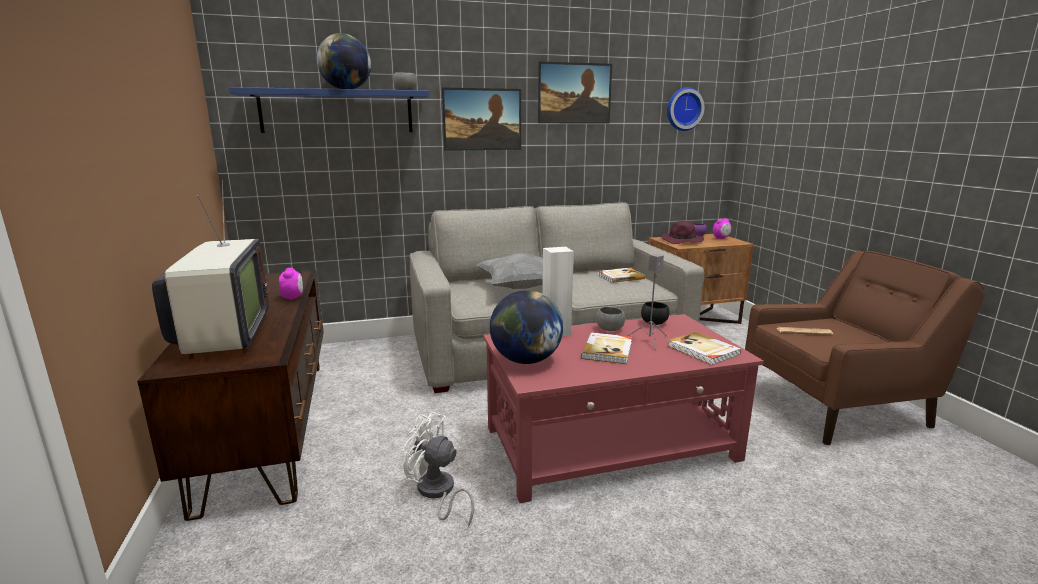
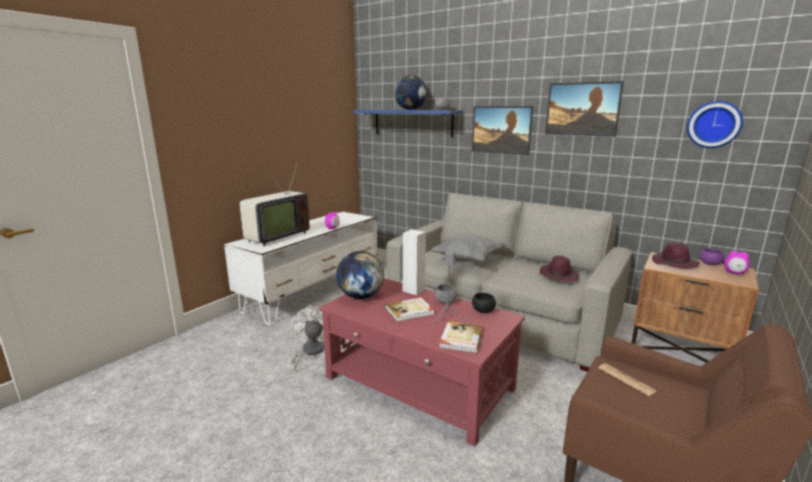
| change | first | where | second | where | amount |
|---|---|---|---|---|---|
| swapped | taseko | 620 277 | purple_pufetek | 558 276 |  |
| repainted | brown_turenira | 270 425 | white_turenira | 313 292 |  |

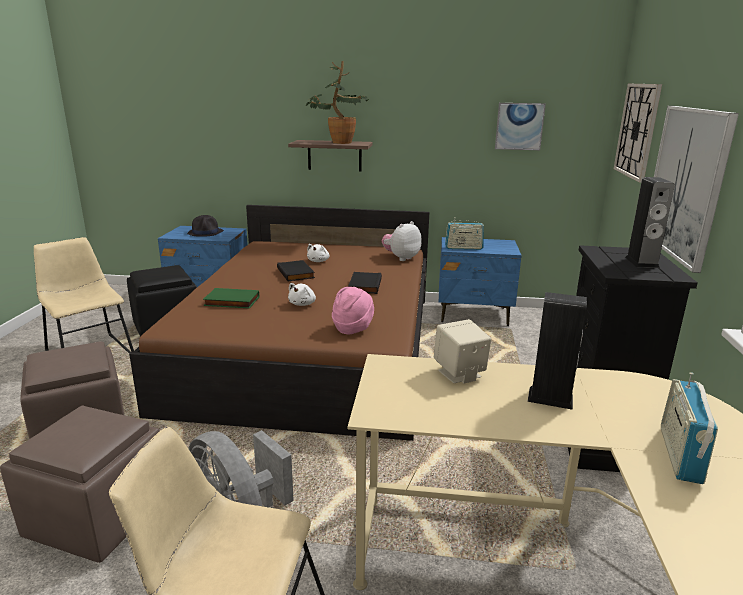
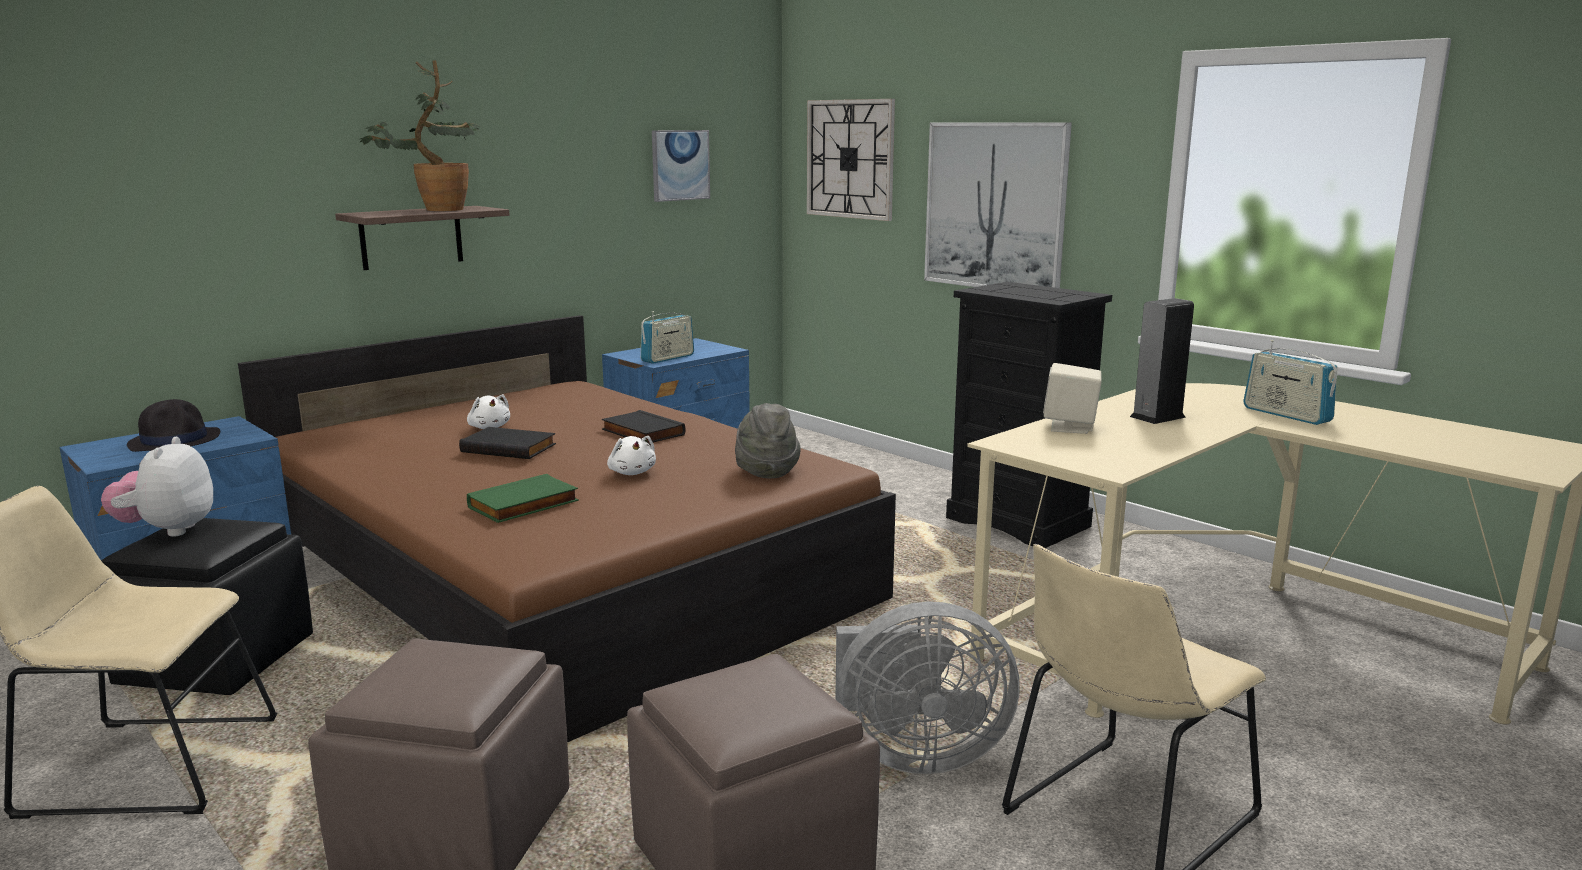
| change | first | where | second | where | amount |
|---|---|---|---|---|---|
| gone | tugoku | 641 262 |  |  |  |
| shifted | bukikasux | 401 258 |  | 168 530 |  |
| repainted | pink_pufetek | 353 328 | grey_pufetek | 766 470 |  |

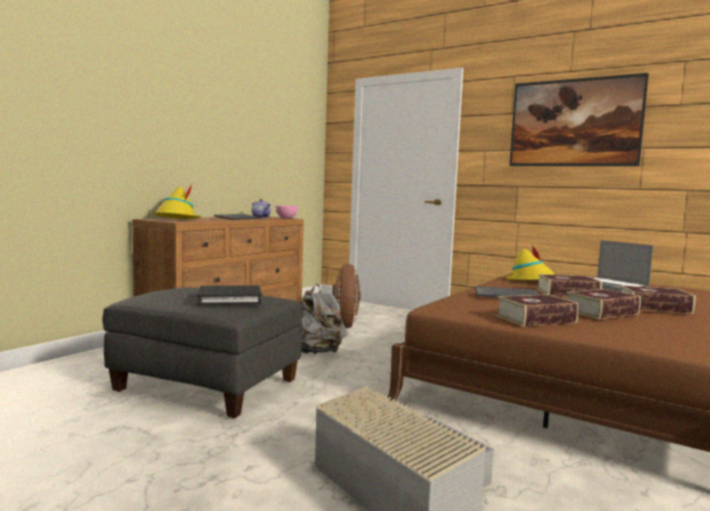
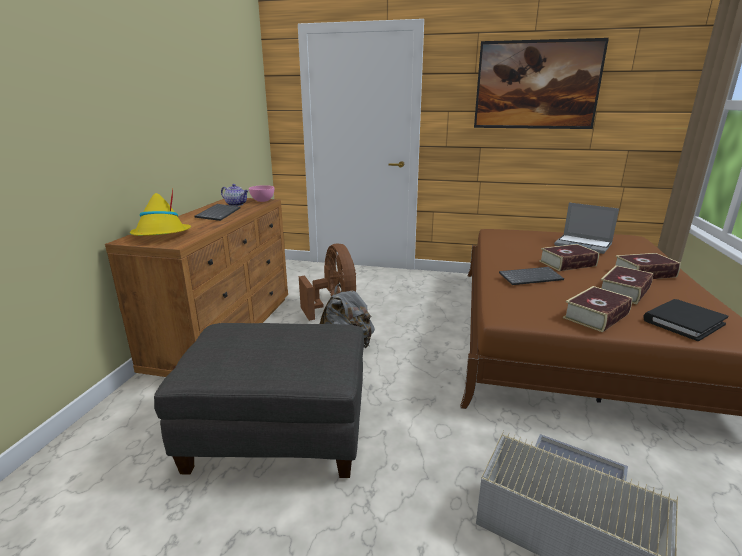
| change | first | where | second | where | amount |
|---|---|---|---|---|---|
| gone | yellow_pufetek | 531 281 |  |  |  |
| shifted | black_taseko | 230 299 |  | 683 322 |  |

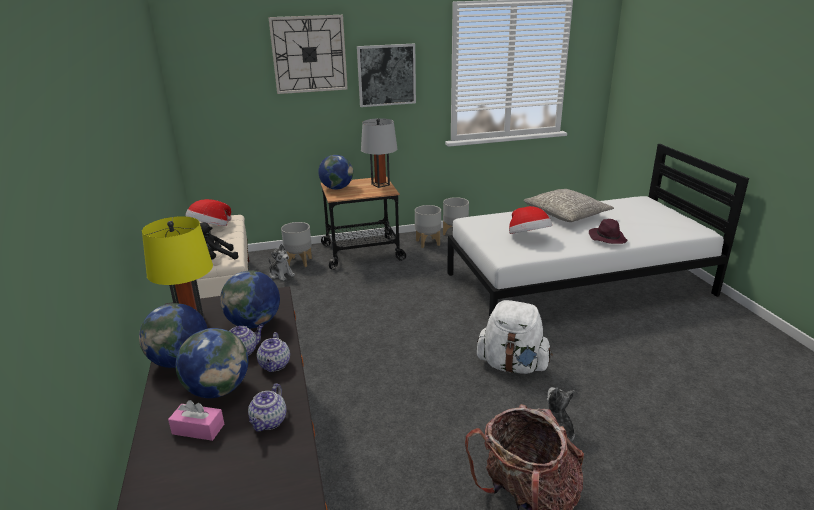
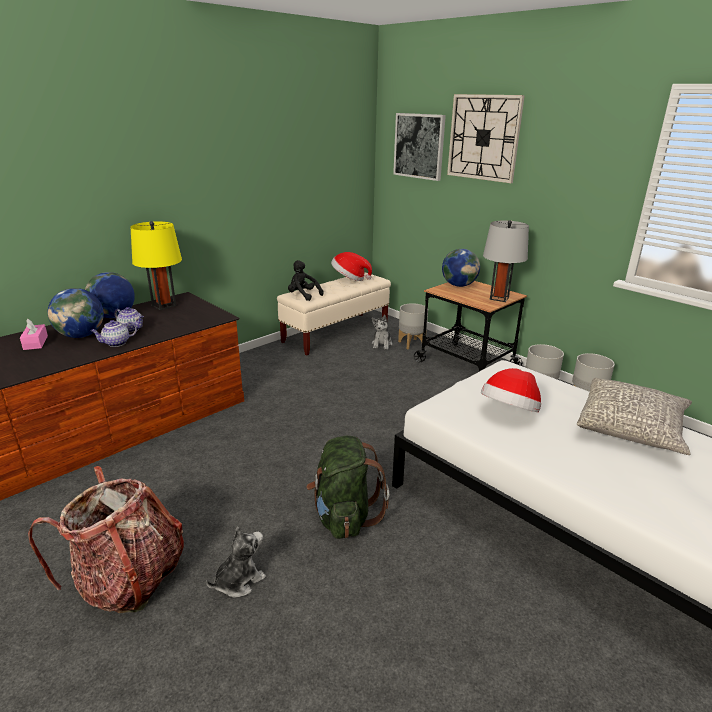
| change | first | where | second | where | amount |
|---|---|---|---|---|---|
| shifted | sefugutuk | 386 75 |  | 419 146 |  |
| gone | purple_pufetek | 607 238 |  |  |  |
| gone | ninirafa | 254 323 |  |  |  |
| repainted | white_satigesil | 512 365 | green_satigesil | 344 516 |  |
| gone | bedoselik | 269 422 |  |  |  |

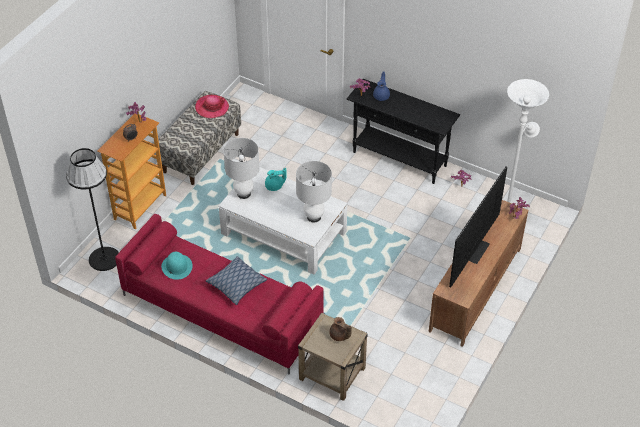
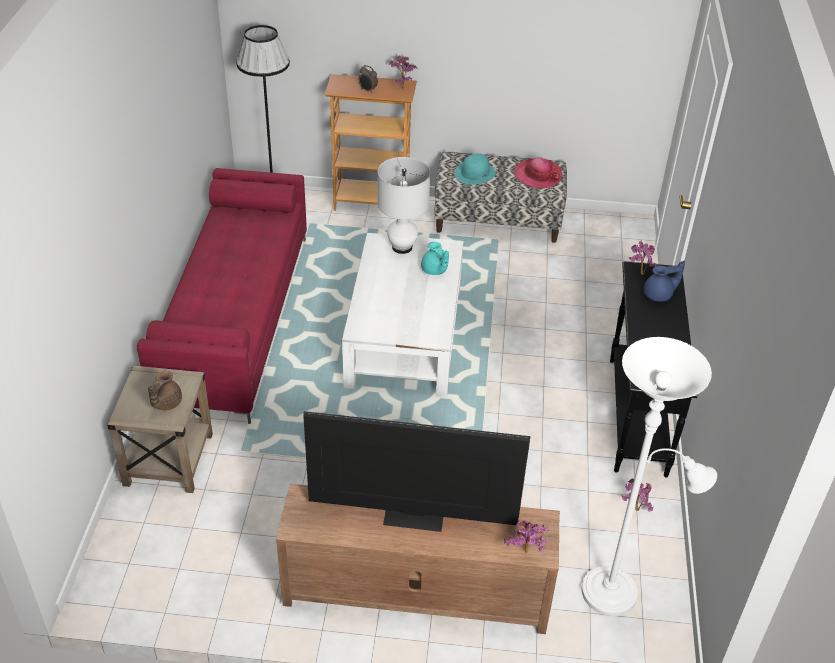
| change | first | where | second | where | amount |
|---|---|---|---|---|---|
| gone | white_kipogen | 314 217 |  |  |  |
| shifted | turquoise_pufetek | 176 266 |  | 475 173 |  |
| gone | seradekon | 237 285 |  |  |  |

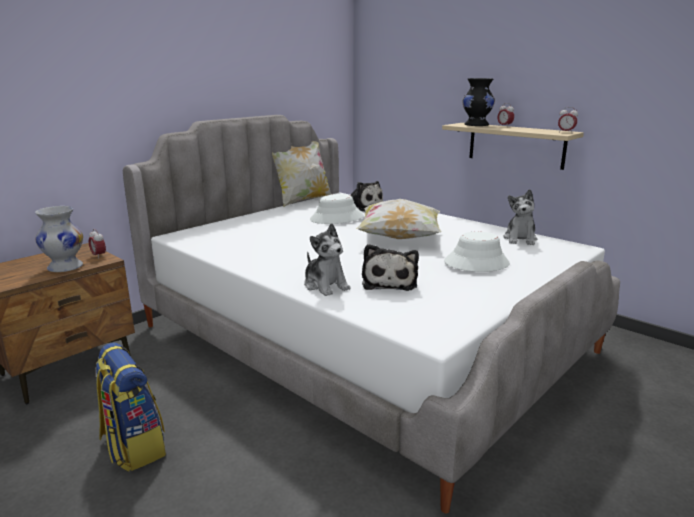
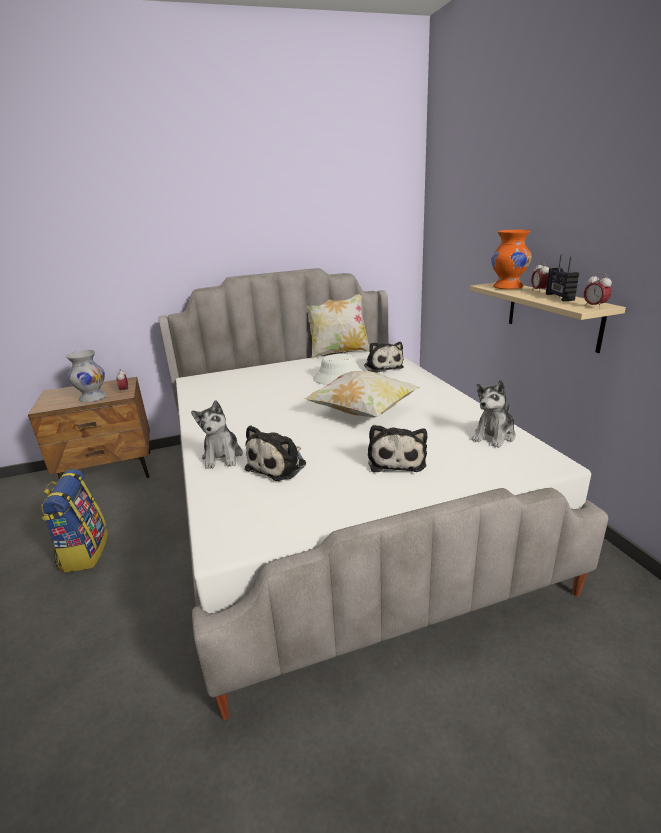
| change | first | where | second | where | amount |
|---|---|---|---|---|---|
| repainted | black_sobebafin | 477 125 | orange_sobebafin | 508 287 |  |
| swapped | white_pufetek | 476 263 | bukikasux | 396 460 |  |
| new |  |  | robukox | 559 297 |  |

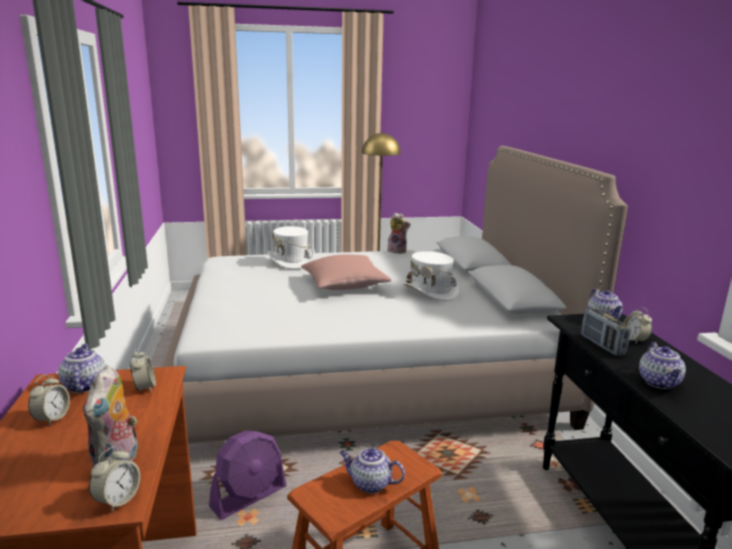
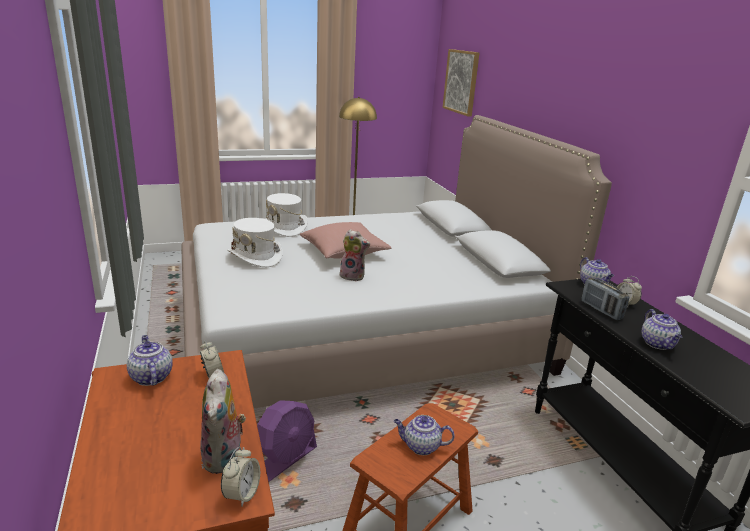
| change | first | where | second | where | amount |
|---|---|---|---|---|---|
| shifted | bukikasux | 398 251 |  | 353 276 |  |
| shifted | white_pufetek | 430 291 |  | 255 257 |  |
| gone | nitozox | 52 418 |  |  |  |
| new |  |  | sefugutuk | 461 82 |  |

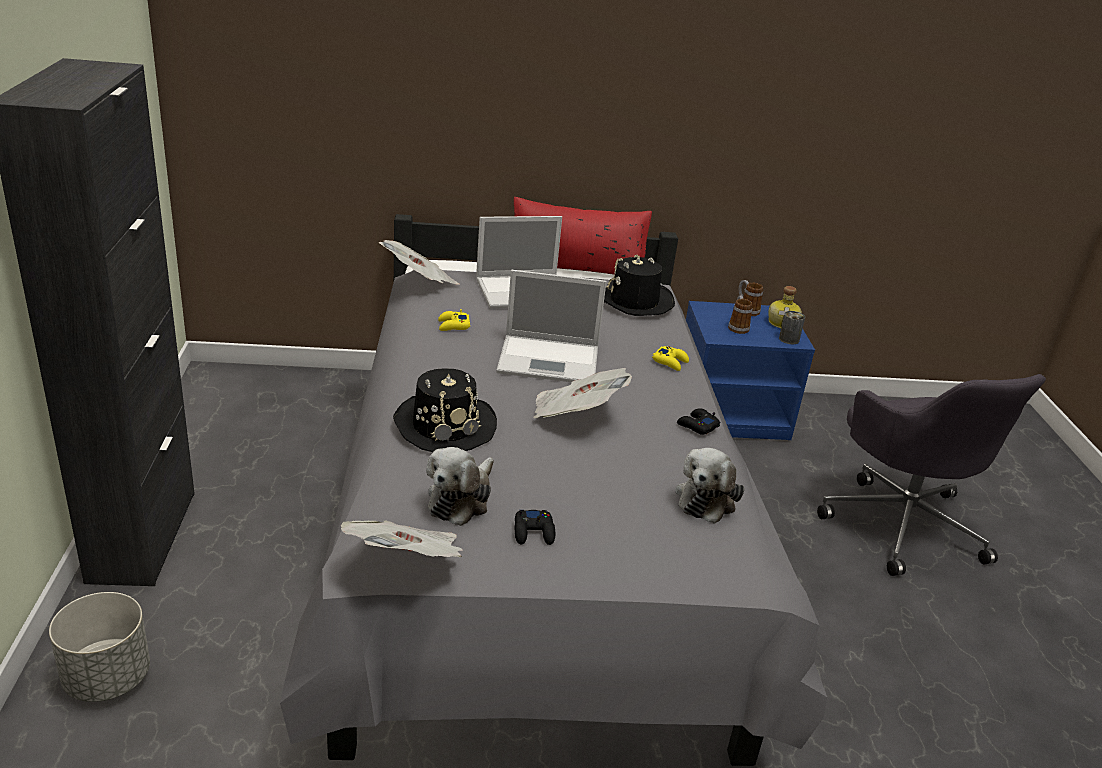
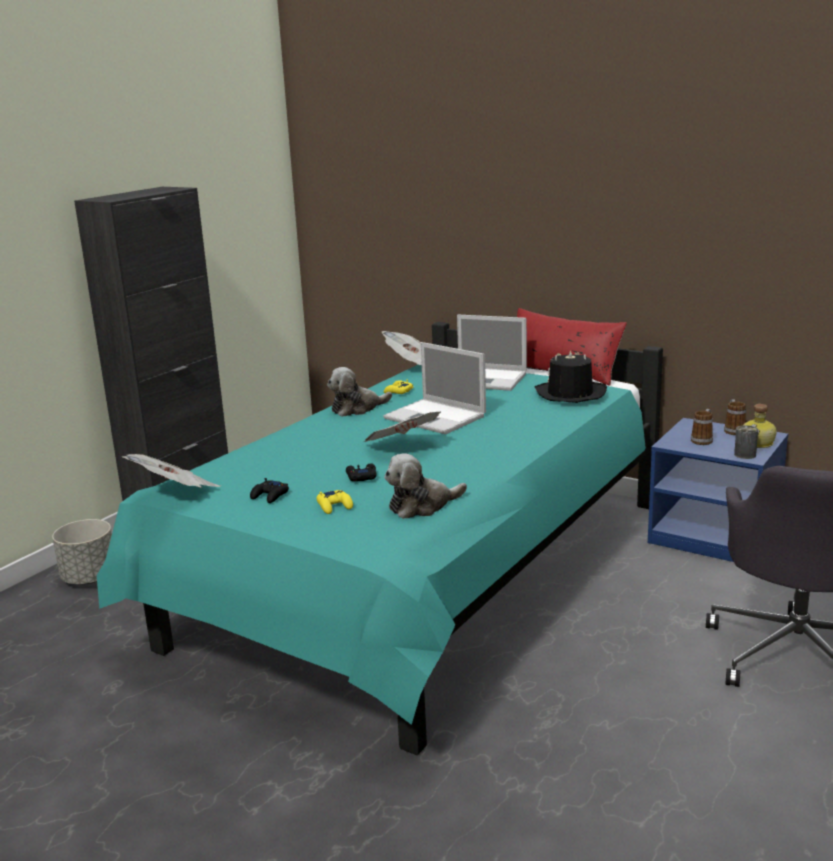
| change | first | where | second | where | amount |
|---|---|---|---|---|---|
| repainted | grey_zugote | 532 540 | turquoise_zugote | 422 578 |  |
| shifted | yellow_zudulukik | 670 362 |  | 335 506 |  |
| gone | black_pufetek | 444 425 |  |  |  |
| shifted | black_zudulukik | 697 426 |  | 361 477 |  |
| shifted | bukikasux | 461 499 |  | 357 408 |  |

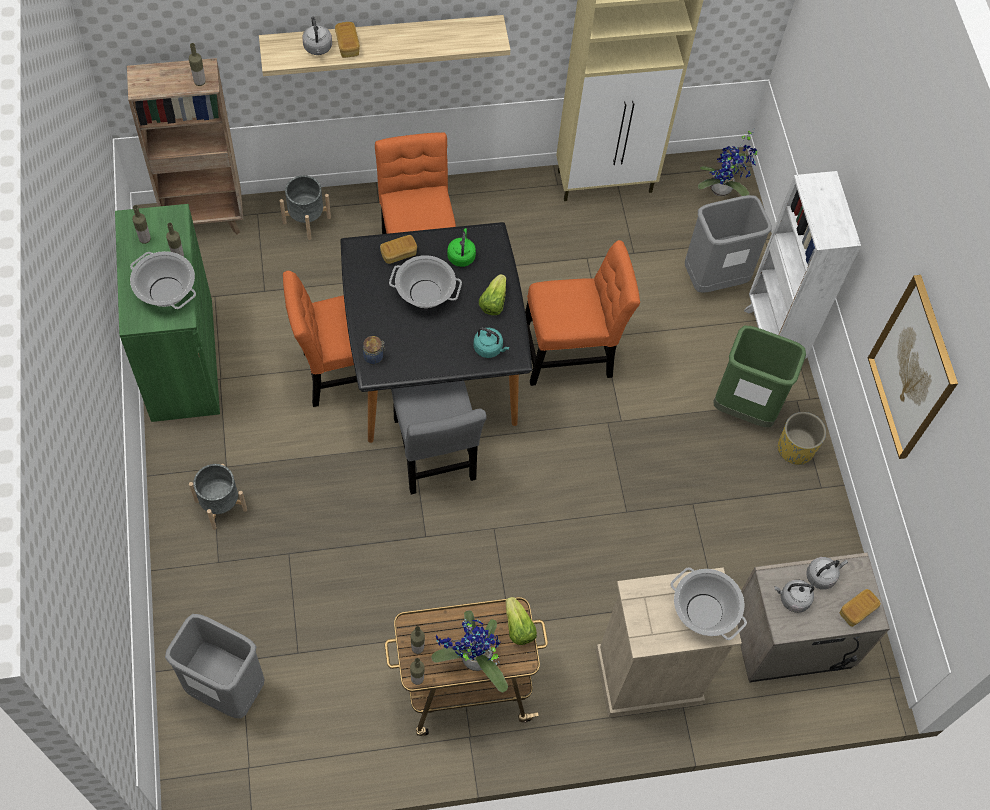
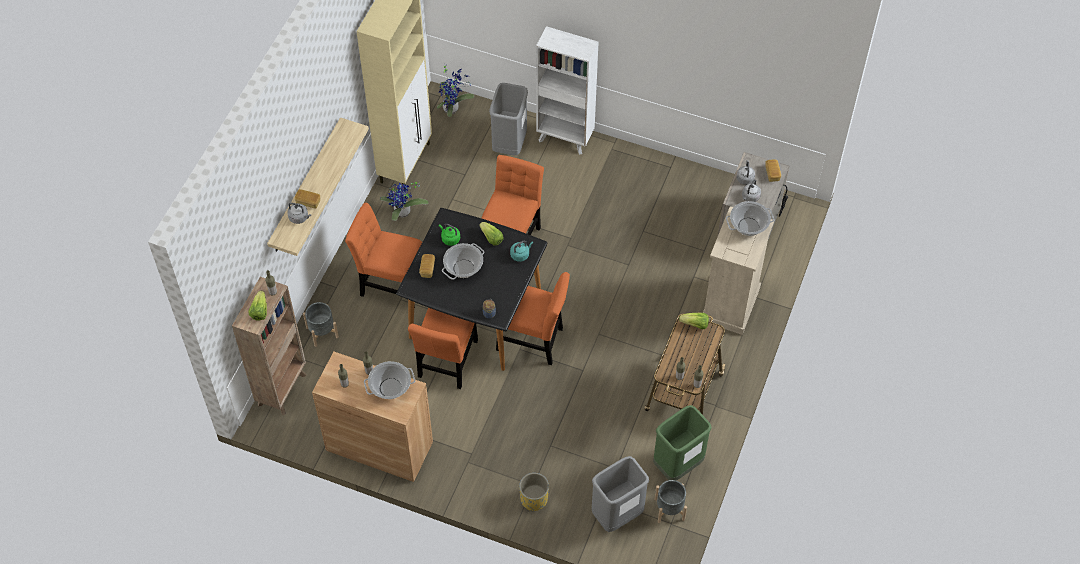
| change | first | where | second | where | amount |
|---|---|---|---|---|---|
| repainted | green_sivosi | 182 359 | brown_sivosi | 379 446 |  |
| gone | sefugutuk | 913 369 |  |  |  |
| shifted | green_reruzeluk | 744 408 |  | 678 465 |  |
| repainted | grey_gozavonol | 434 454 | orange_gozavonol | 533 341 |  |
| shifted | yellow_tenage | 795 449 |  | 534 499 |  |
| shifted | grey_tenage | 221 505 |  | 669 509 |  |
| shifted | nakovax | 473 660 |  | 402 214 |  |
| new |  |  | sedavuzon | 259 311 |  |

